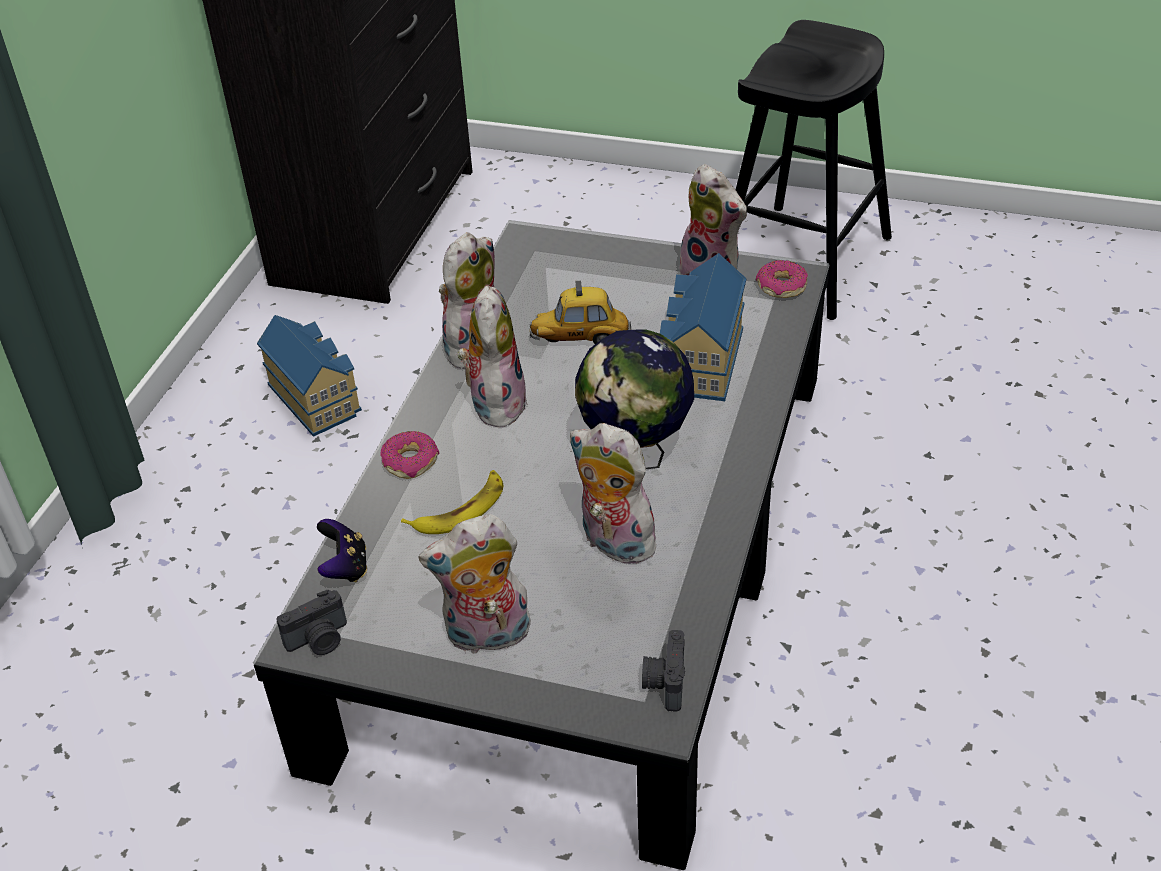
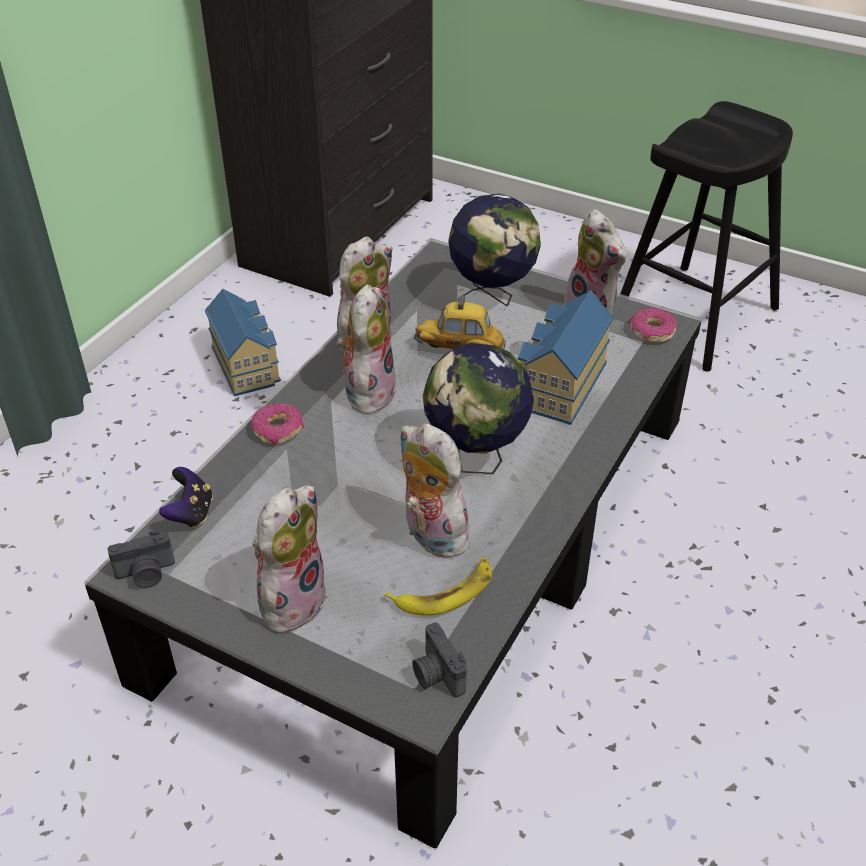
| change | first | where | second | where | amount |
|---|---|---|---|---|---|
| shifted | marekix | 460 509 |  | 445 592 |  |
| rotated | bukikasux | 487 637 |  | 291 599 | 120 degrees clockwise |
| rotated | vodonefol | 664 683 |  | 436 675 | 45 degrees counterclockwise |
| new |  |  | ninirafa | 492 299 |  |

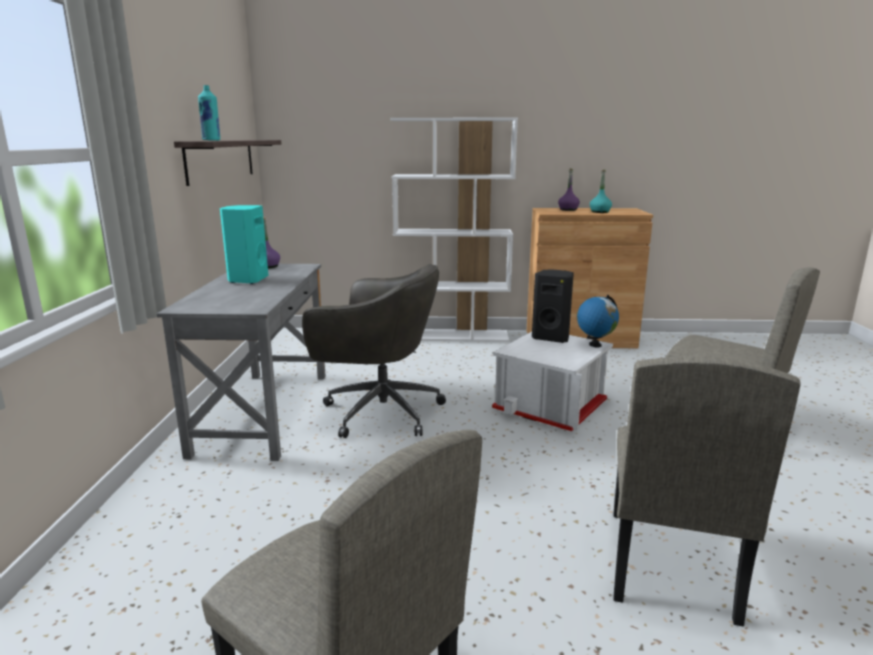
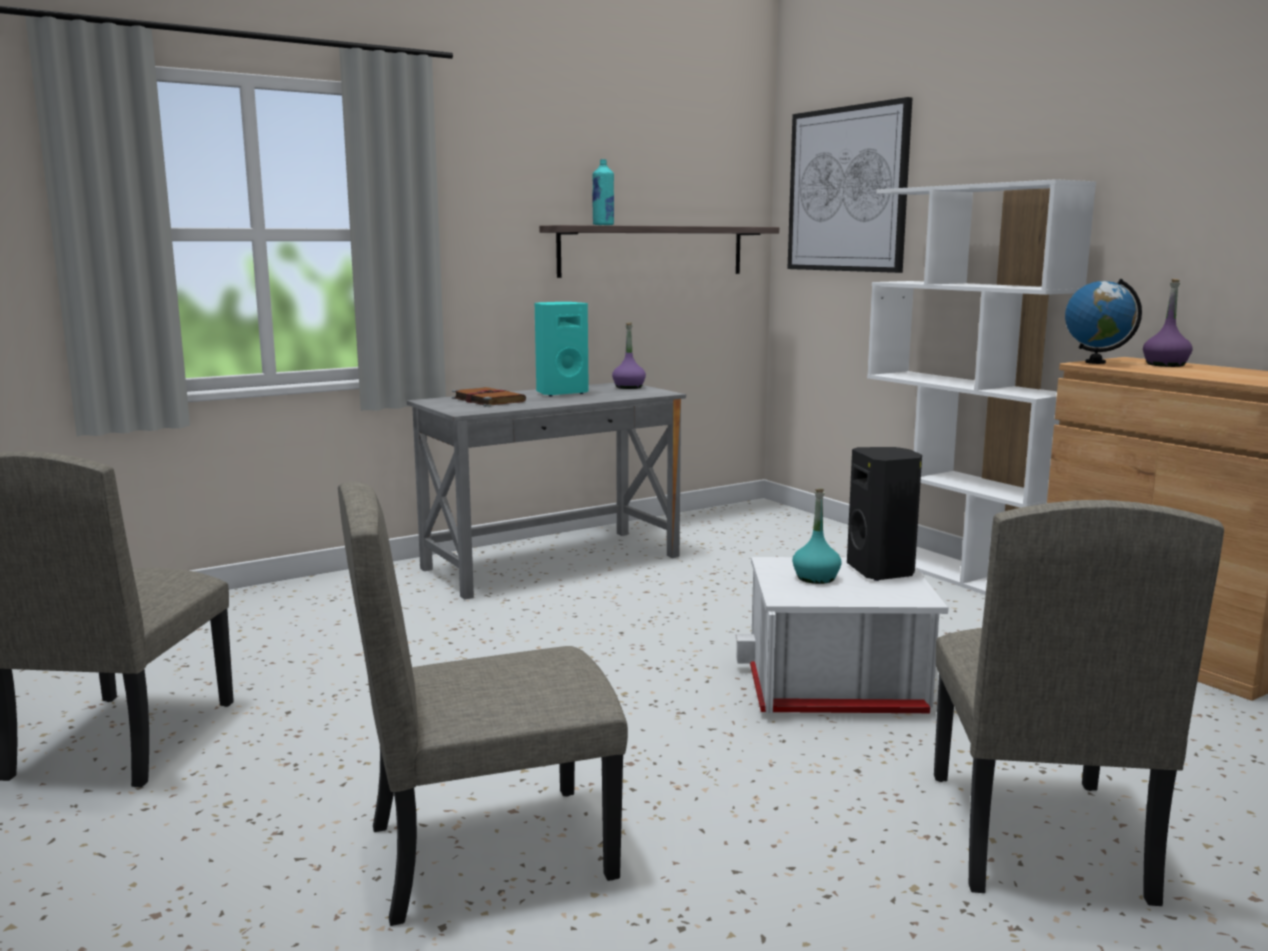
| change | first | where | second | where | amount |
|---|---|---|---|---|---|
| shifted | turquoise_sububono | 600 212 |  | 815 578 |  |
| gone | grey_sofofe | 379 411 |  |  |  |
| shifted | ninirafa | 595 345 |  | 1095 362 |  |
| new |  |  | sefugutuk | 847 190 |  |
| new |  |  | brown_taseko | 487 400 |  |

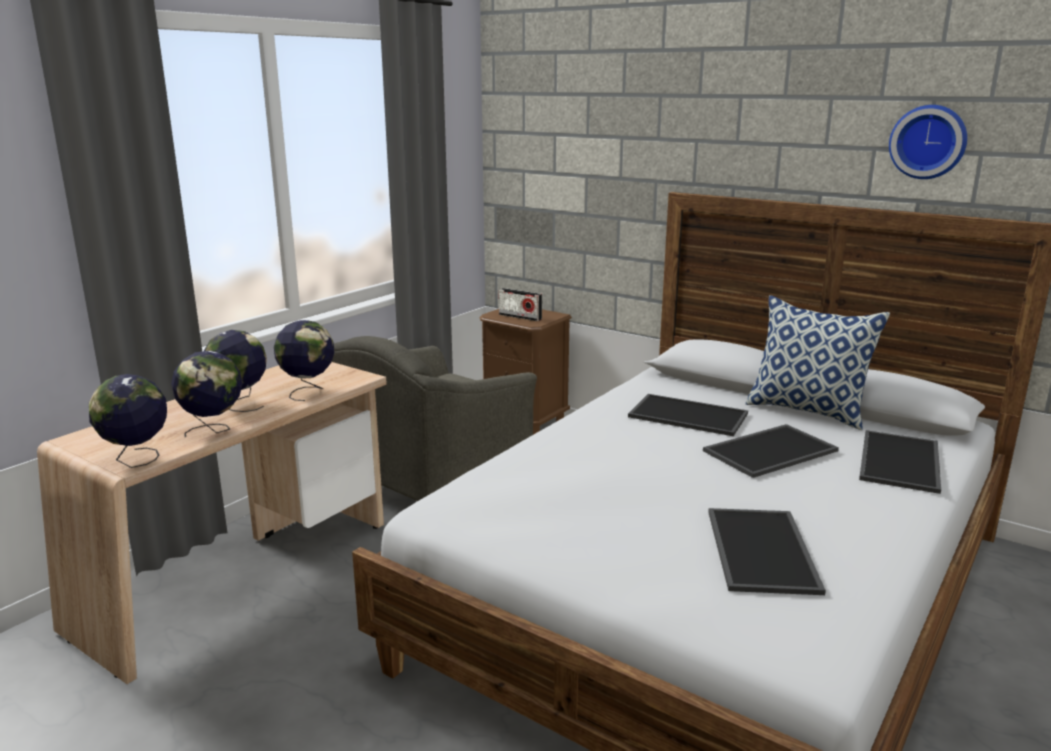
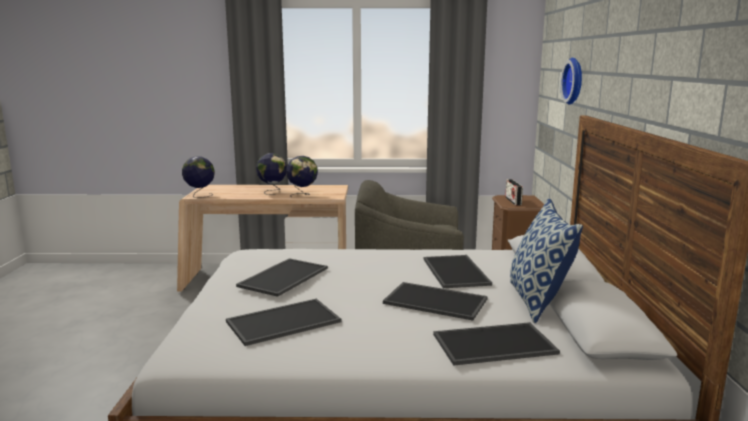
| change | first | where | second | where | amount |
|---|---|---|---|---|---|
| shifted | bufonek | 928 142 |  | 575 81 |  |
| gone | ninirafa | 213 430 |  |  |  |
| new |  |  | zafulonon | 283 276 |  |

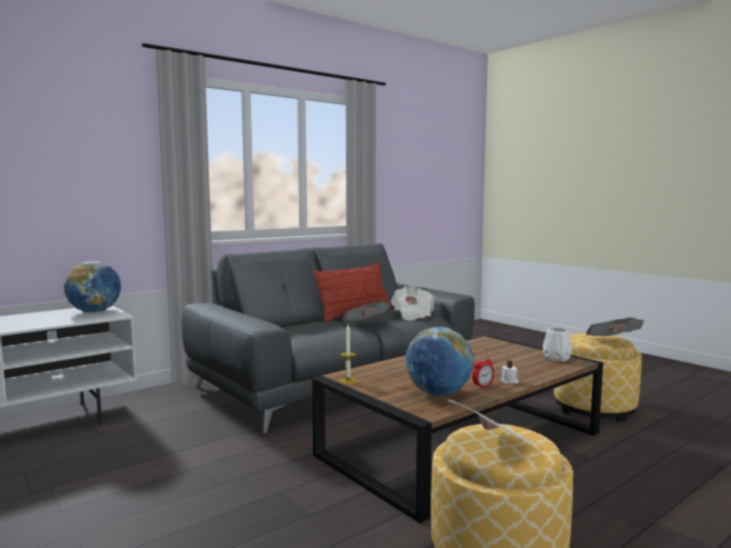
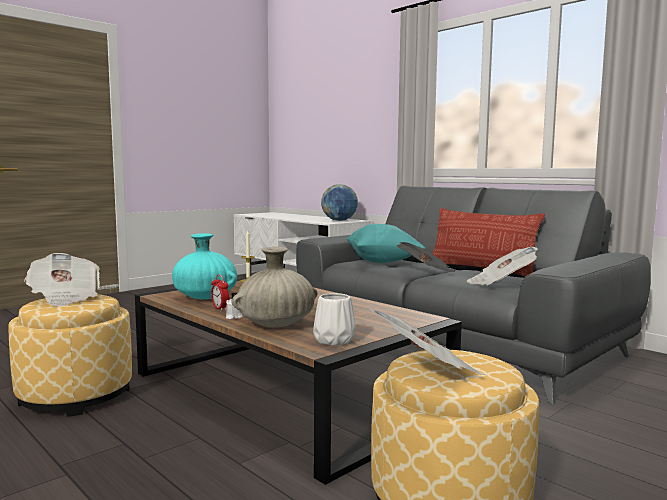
| change | first | where | second | where | amount |
|---|---|---|---|---|---|
| swapped | ninirafa | 438 393 | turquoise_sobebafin | 205 298 |  |
| new |  |  | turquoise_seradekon | 382 262 |  |
| new |  |  | beige_sobebafin | 276 324 |  |

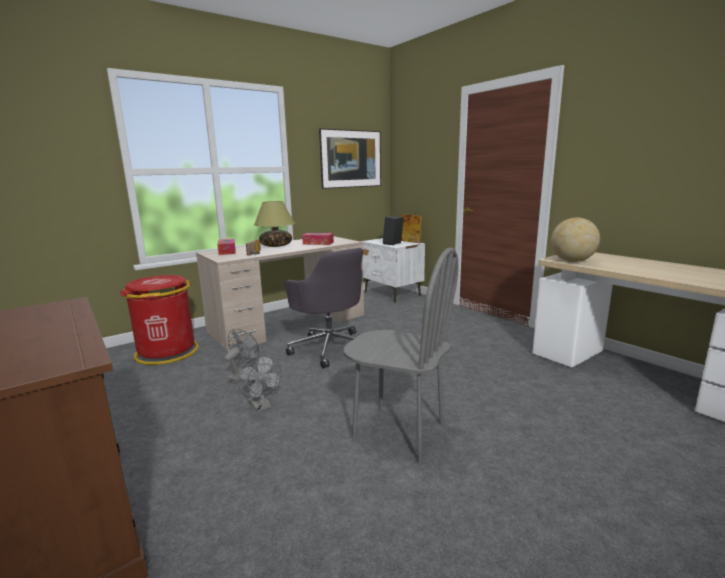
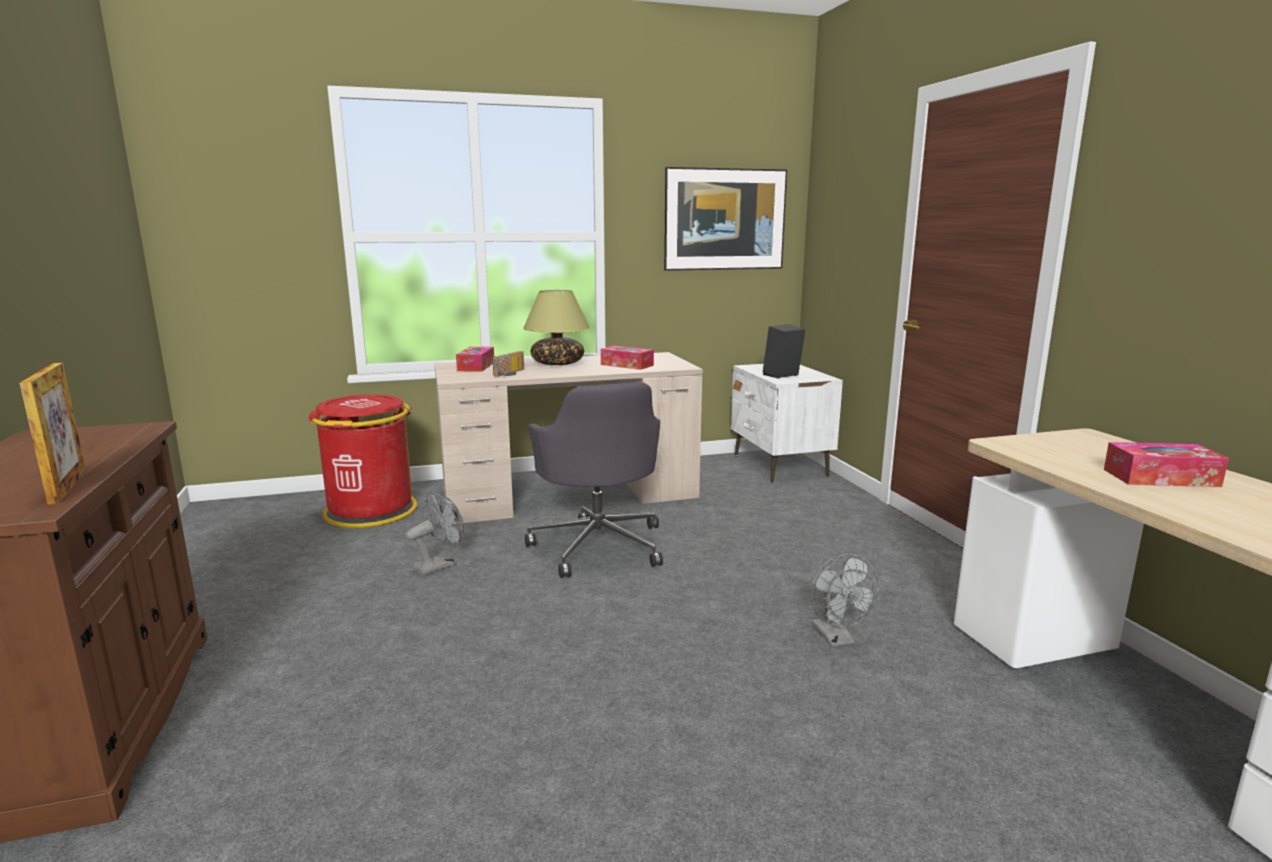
| change | first | where | second | where | amount |
|---|---|---|---|---|---|
| shifted | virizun | 410 241 |  | 68 486 |  |
| gone | ninirafa | 572 261 |  |  |  |
| gone | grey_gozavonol | 399 432 |  |  |  |
| shifted | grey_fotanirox | 261 406 |  | 836 638 |  |
| new |  |  | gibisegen | 1160 478 |  |

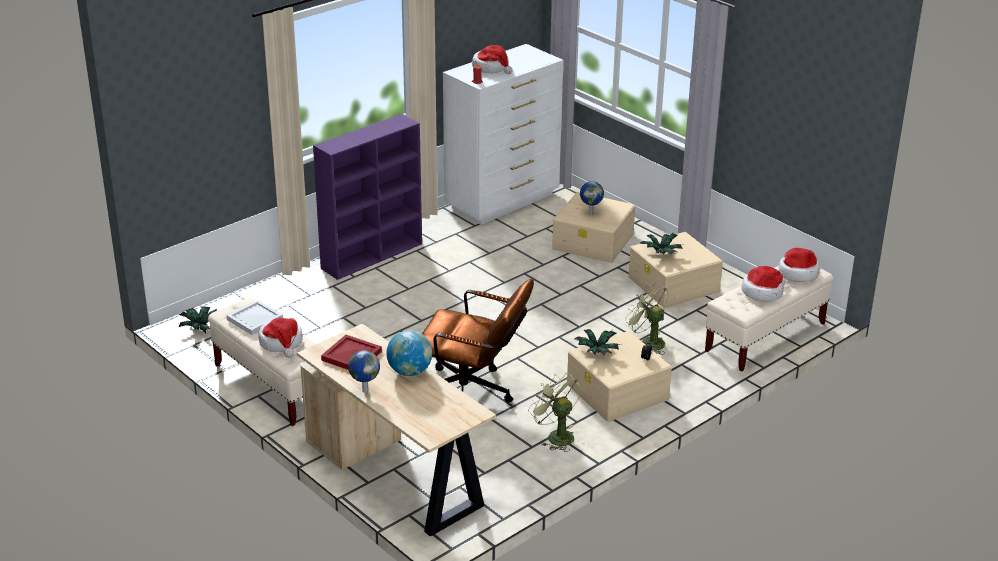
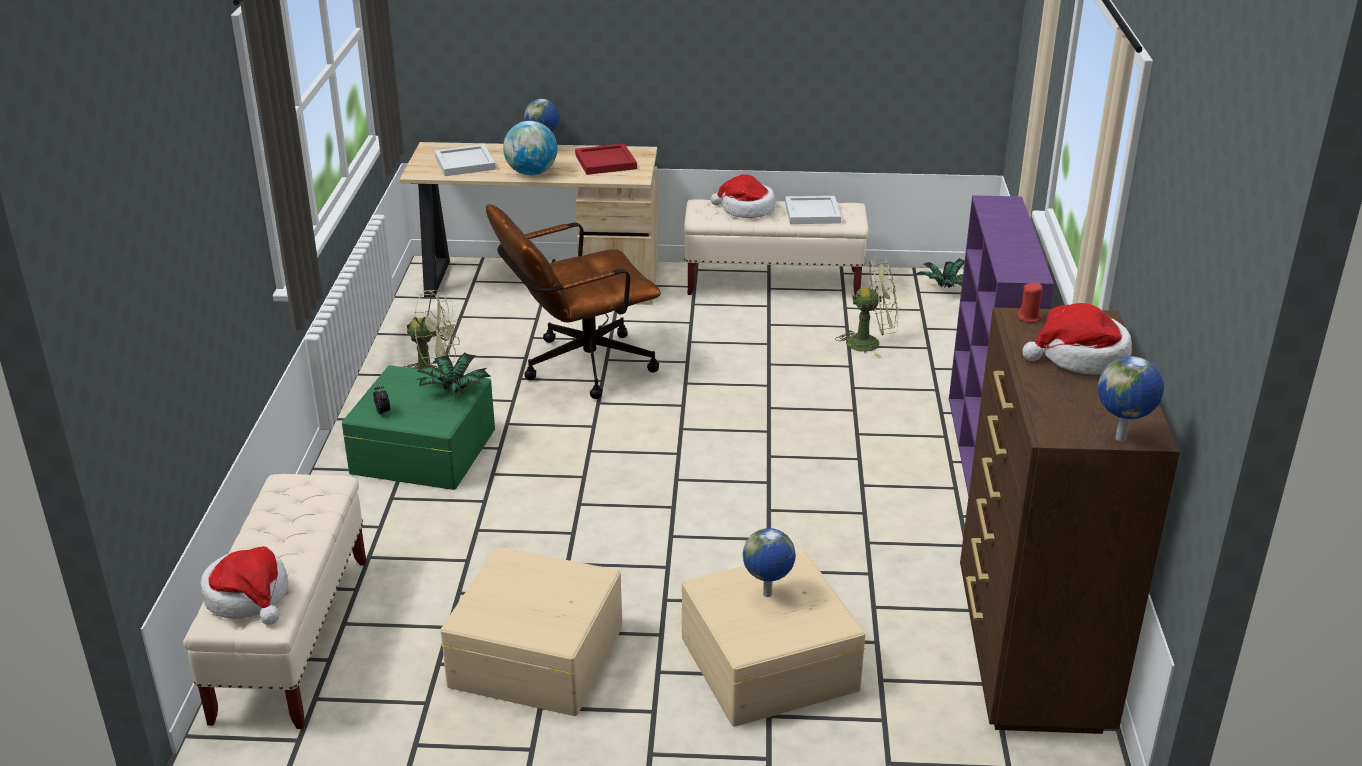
| change | first | where | second | where | amount |
|---|---|---|---|---|---|
| repainted | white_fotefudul | 503 201 | brown_fotefudul | 1029 655 |  |
| gone | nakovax | 660 254 |  |  |  |
| gone | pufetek | 763 292 |  |  |  |
| shifted | green_fotanirox | 647 342 |  | 870 343 |  |
| repainted | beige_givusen | 617 392 | green_givusen | 422 450 |  |
| new |  |  | white_zafulonon | 466 163 |  |
| new |  |  | ninirafa | 1122 439 |  |

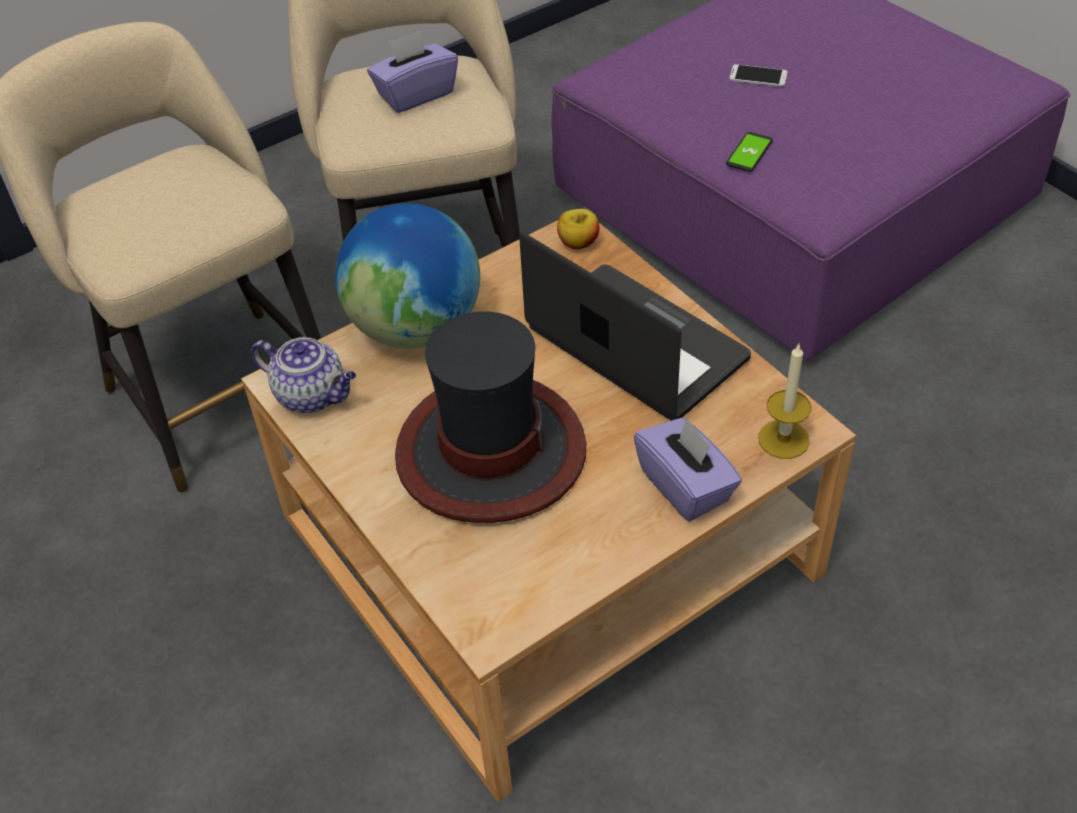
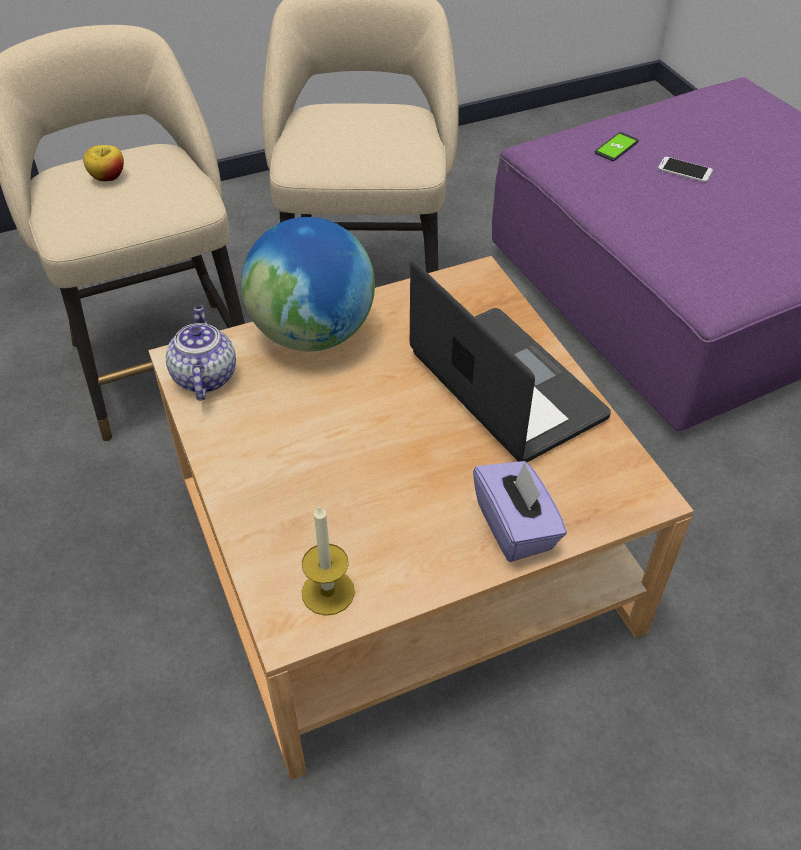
| change | first | where | second | where | amount |
|---|---|---|---|---|---|
| gone | purple_gibisegen | 415 94 |  |  |  |
| shifted | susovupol | 749 153 |  | 616 147 |  |
| shifted | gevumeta | 578 243 |  | 108 177 |  |
| gone | pufetek | 489 451 |  |  |  |
| rotated | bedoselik | 313 395 |  | 204 376 | 135 degrees counterclockwise |
| shifted | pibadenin | 783 439 |  | 328 592 |  |

